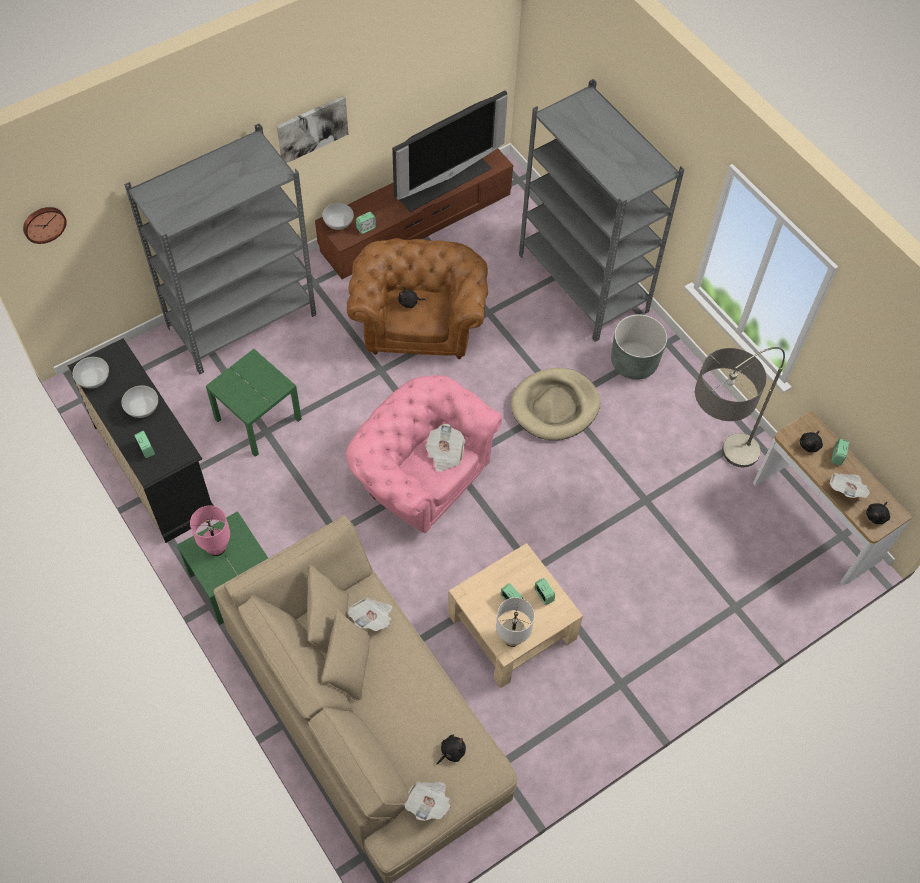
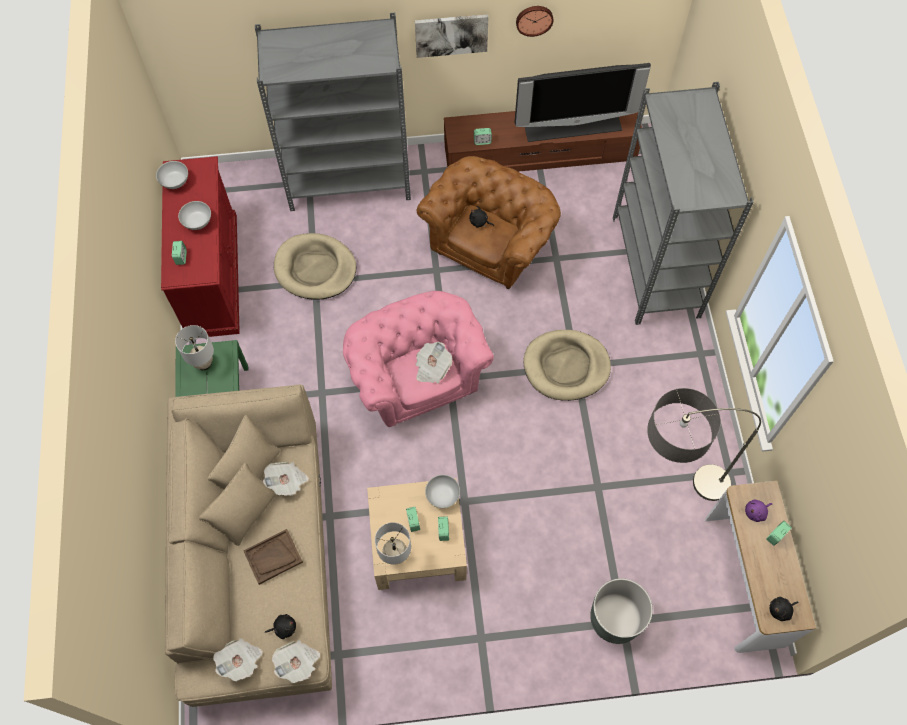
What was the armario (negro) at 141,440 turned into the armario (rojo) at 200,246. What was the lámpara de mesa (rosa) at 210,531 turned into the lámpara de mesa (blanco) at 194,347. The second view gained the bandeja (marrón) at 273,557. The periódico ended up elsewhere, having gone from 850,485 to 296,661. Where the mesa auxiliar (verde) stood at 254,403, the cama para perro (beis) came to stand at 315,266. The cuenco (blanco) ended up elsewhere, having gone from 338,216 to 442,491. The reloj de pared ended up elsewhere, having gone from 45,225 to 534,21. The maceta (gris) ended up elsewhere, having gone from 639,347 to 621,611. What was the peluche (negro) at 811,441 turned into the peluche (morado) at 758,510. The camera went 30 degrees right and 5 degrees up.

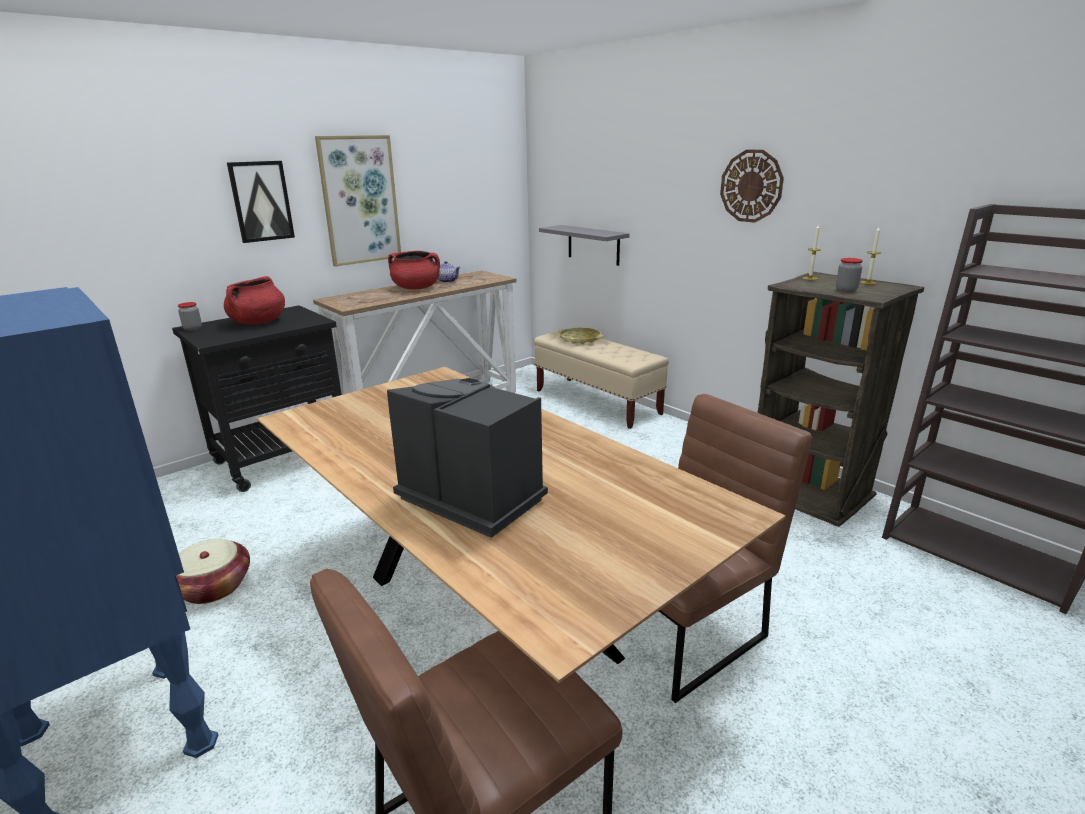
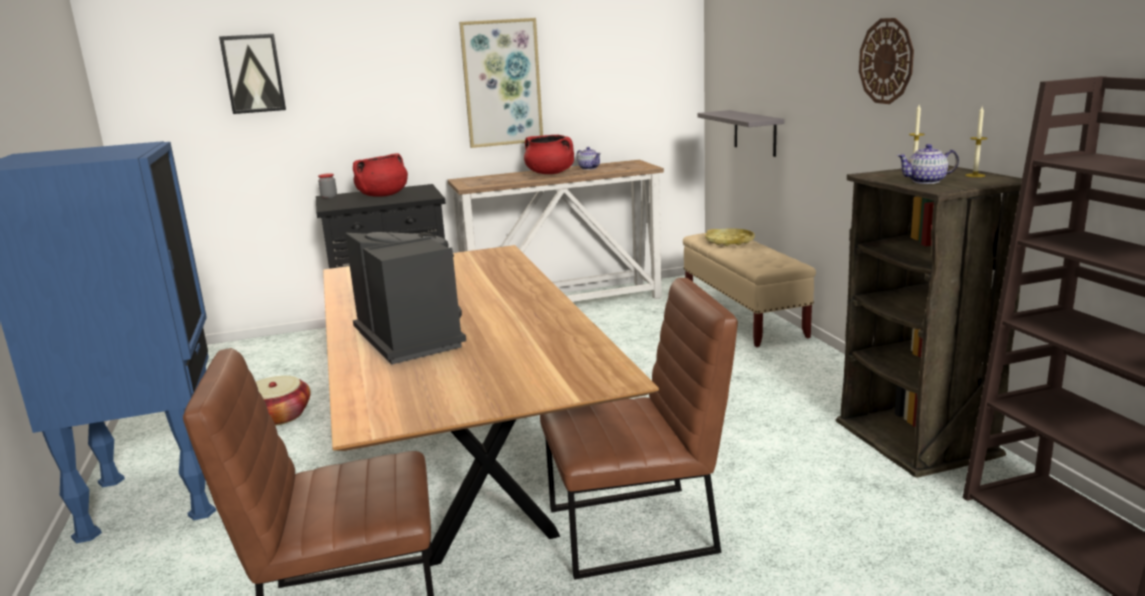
The cuadro ended up elsewhere, having gone from 261,202 to 252,74. Where the tarro stood at 849,275, the tetera came to stand at 928,164. The camera went 25 degrees right and 5 degrees down.

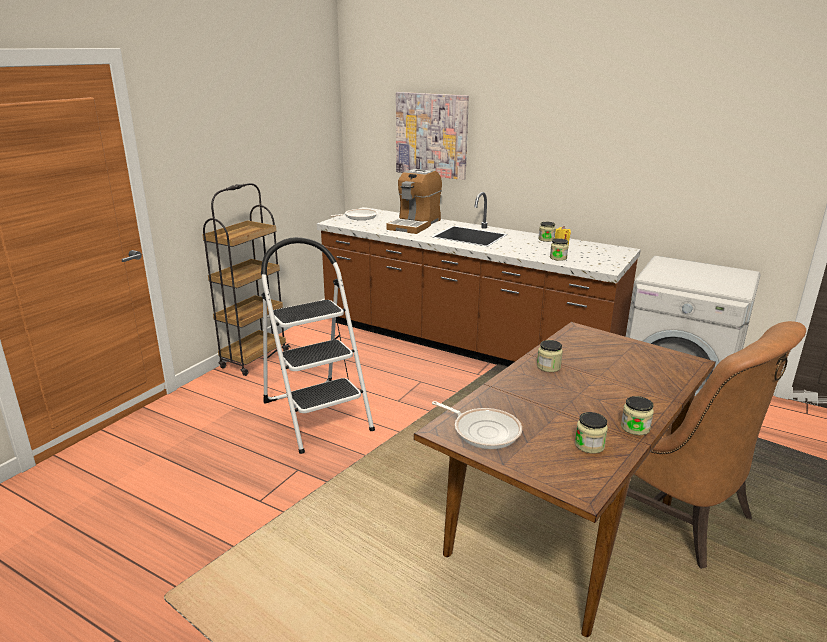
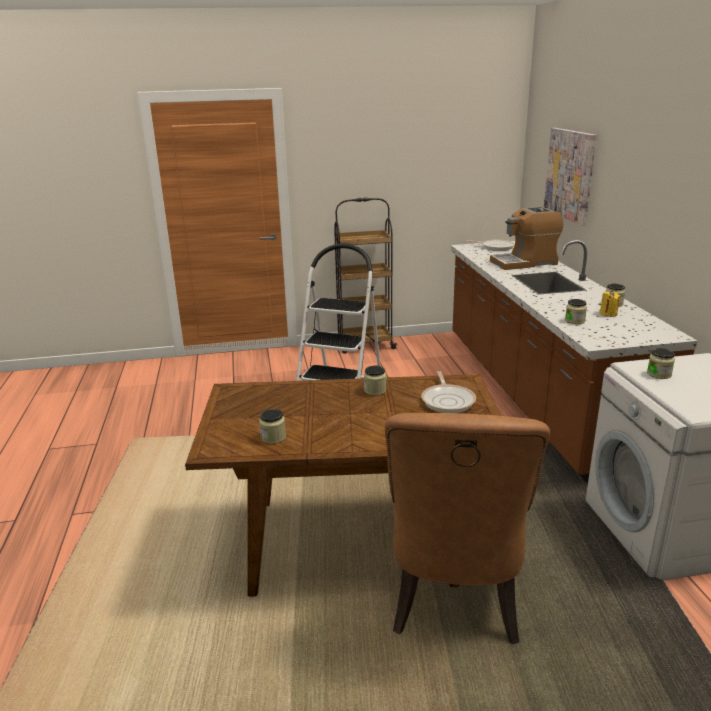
The sartén ended up elsewhere, having gone from 477,425 to 448,392. The tarro ended up elsewhere, having gone from 637,415 to 661,363. The camera went 50 degrees right and 0 degrees up.

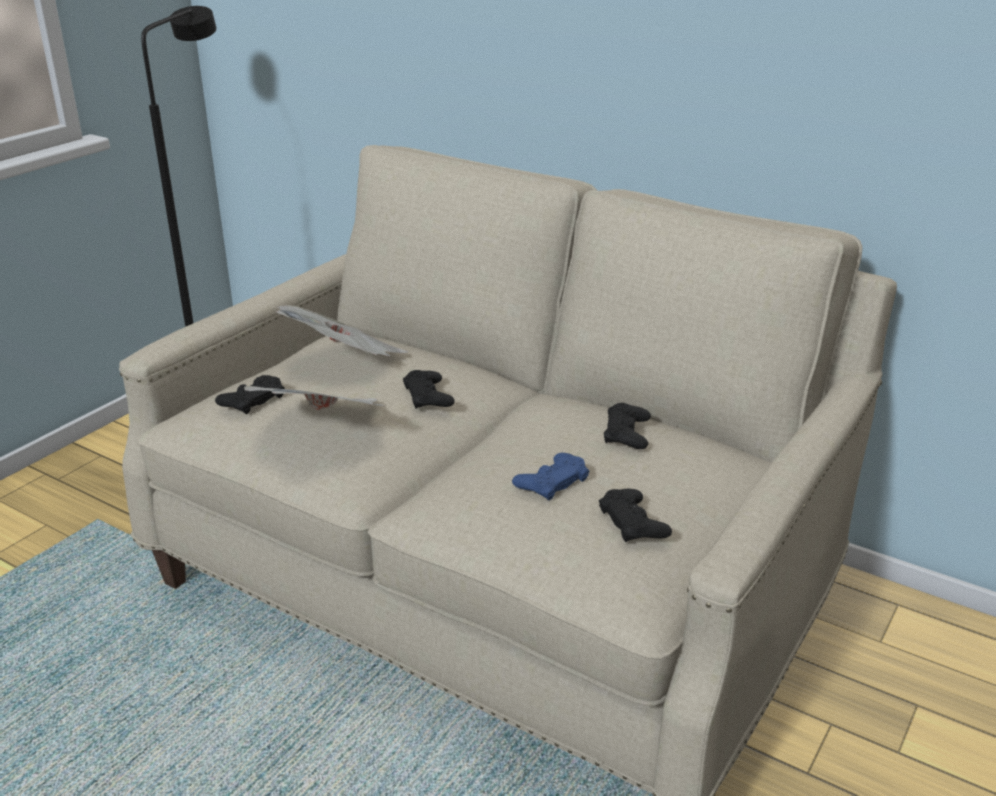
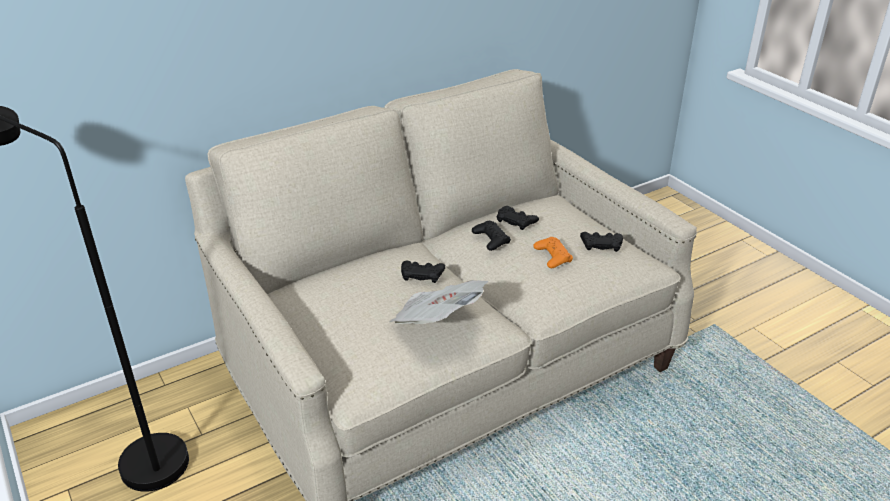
The mando de consola (negro) ended up elsewhere, having gone from 250,394 to 491,236. What was the mando de consola (azul) at 550,476 turned into the mando de consola (naranja) at 553,252. The second view lost the periódico at 342,330. The camera went 65 degrees left and 5 degrees up.

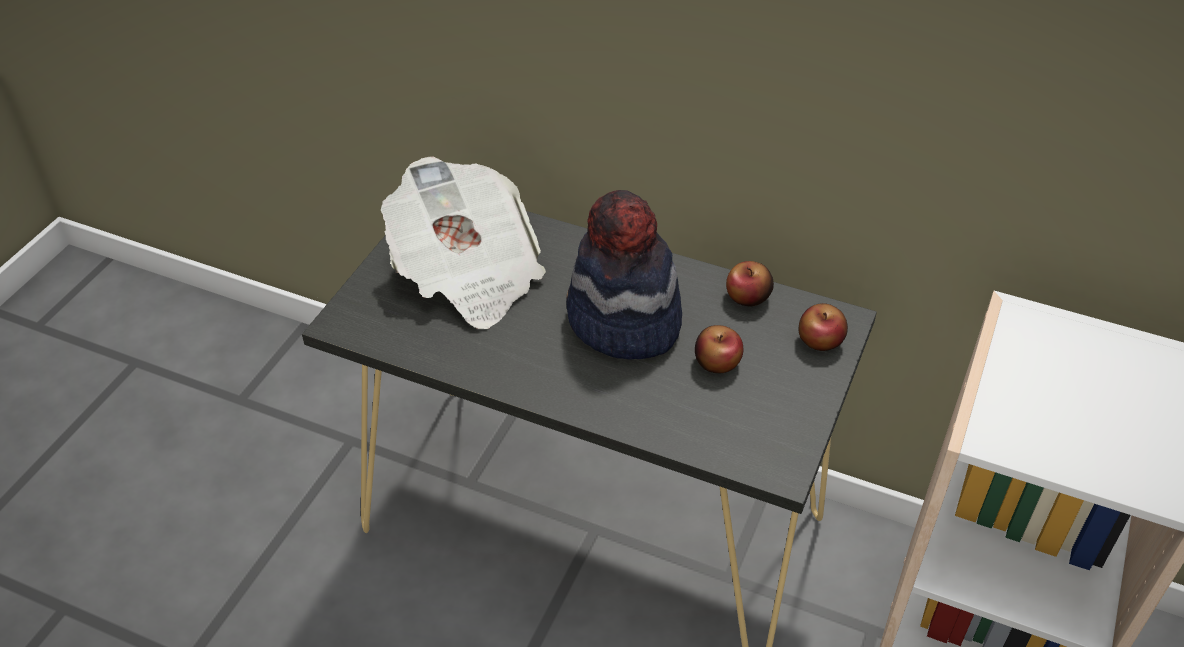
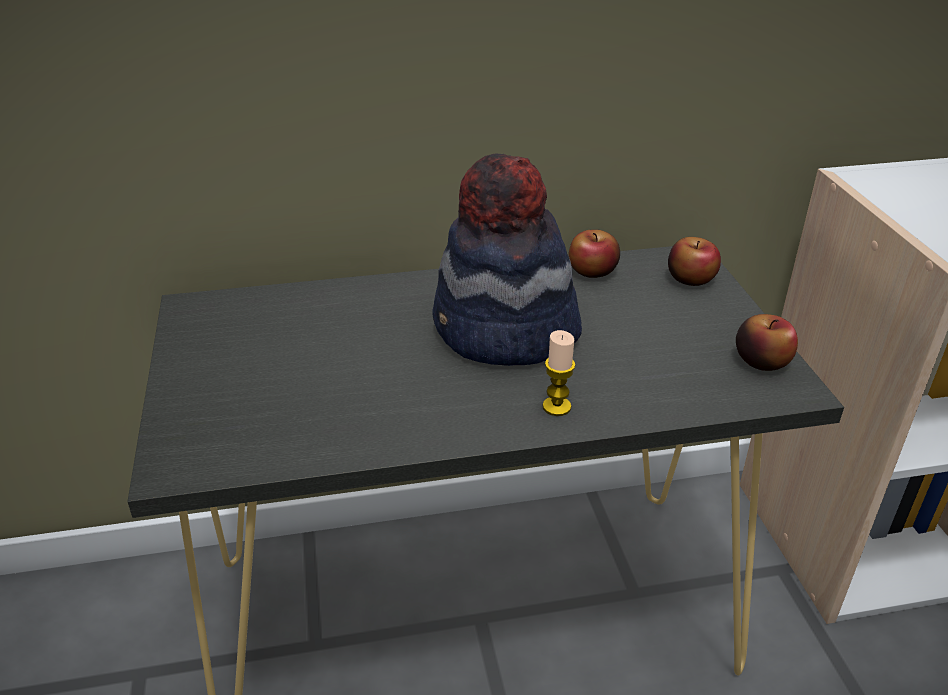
The second view gained the vela at 558,373. The manzana ended up elsewhere, having gone from 719,349 to 767,342. The second view lost the periódico at 463,242. The camera went 35 degrees left and 10 degrees down.

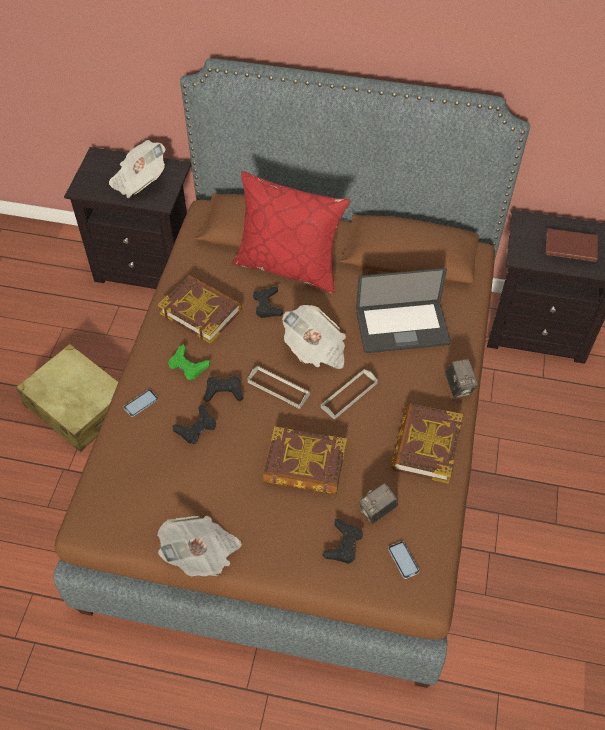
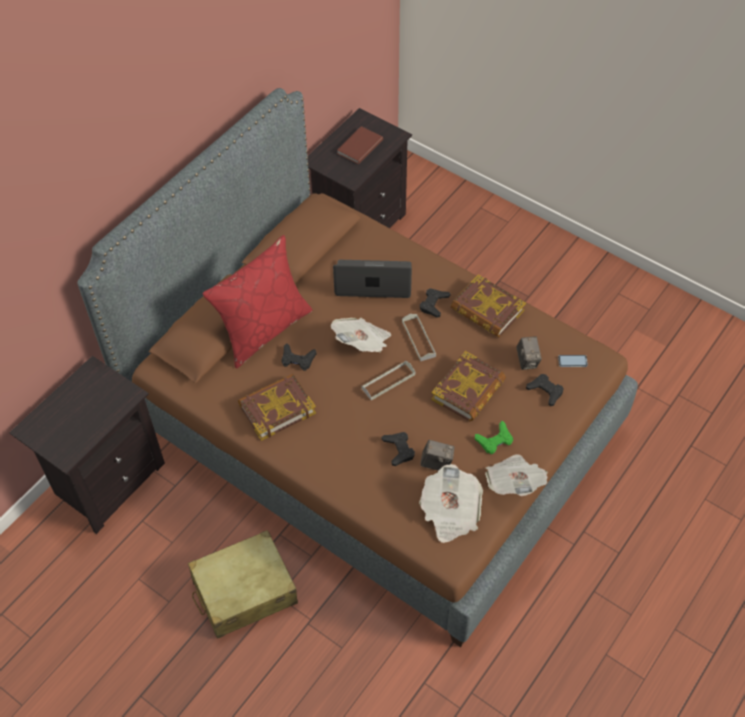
The portátil at 403,310 ended up facing another way, 105 degrees counterclockwise from before. The periódico ended up elsewhere, having gone from 137,169 to 451,503. The mando de consola (negro) ended up elsewhere, having gone from 223,389 to 435,303. The cámara ended up elsewhere, having gone from 461,378 to 437,455. The mando de consola (verde) ended up elsewhere, having gone from 189,362 to 494,437. The second view lost the móvil at 141,403. The camera went 65 degrees left and 0 degrees up.

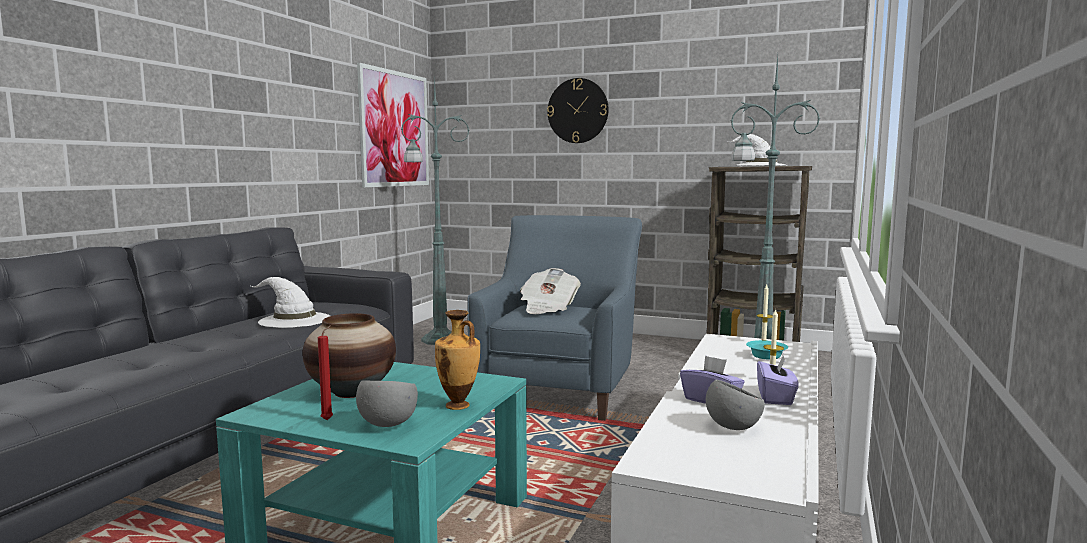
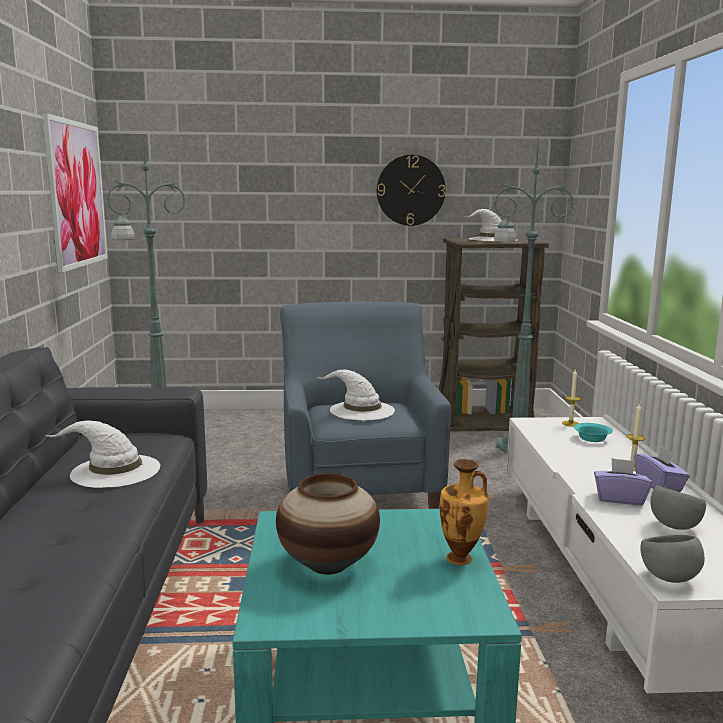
Where the periódico stood at 550,291, the sombrero (blanco) came to stand at 356,395. The reloj de pared ended up elsewhere, having gone from 578,110 to 411,190. The cuenco (gris) ended up elsewhere, having gone from 387,403 to 672,558. The second view lost the vela (rojo) at 325,372. The camera went 25 degrees left and 5 degrees up.

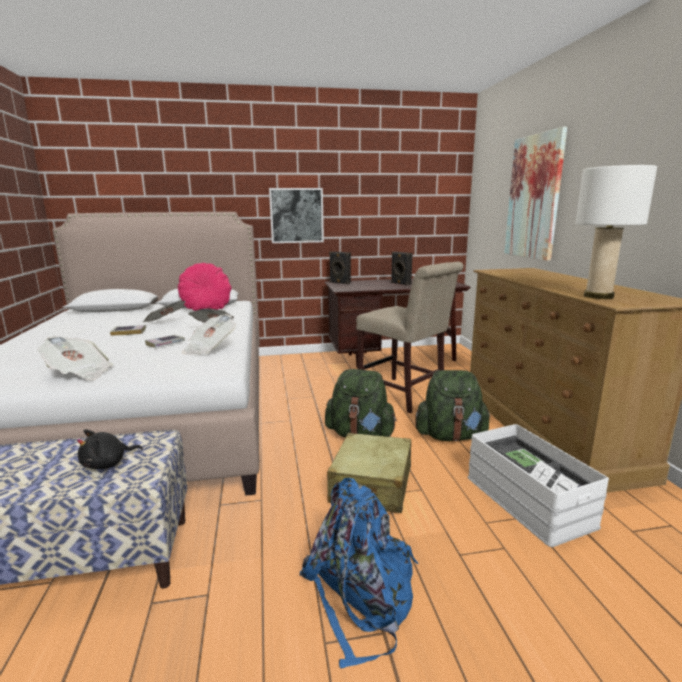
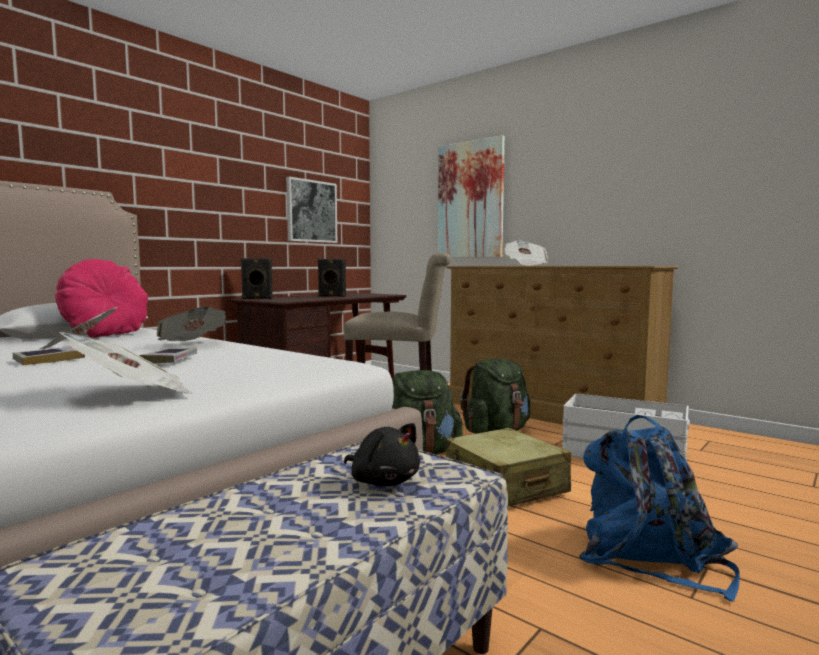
The cuadro ended up elsewhere, having gone from 296,215 to 311,209. The peluche (negro) at 109,449 ended up facing another way, 60 degrees counterclockwise from before. The periódico ended up elsewhere, having gone from 209,334 to 526,253. The second view lost the lámpara de mesa (blanco) at 616,232. The camera went 40 degrees left and 10 degrees down.

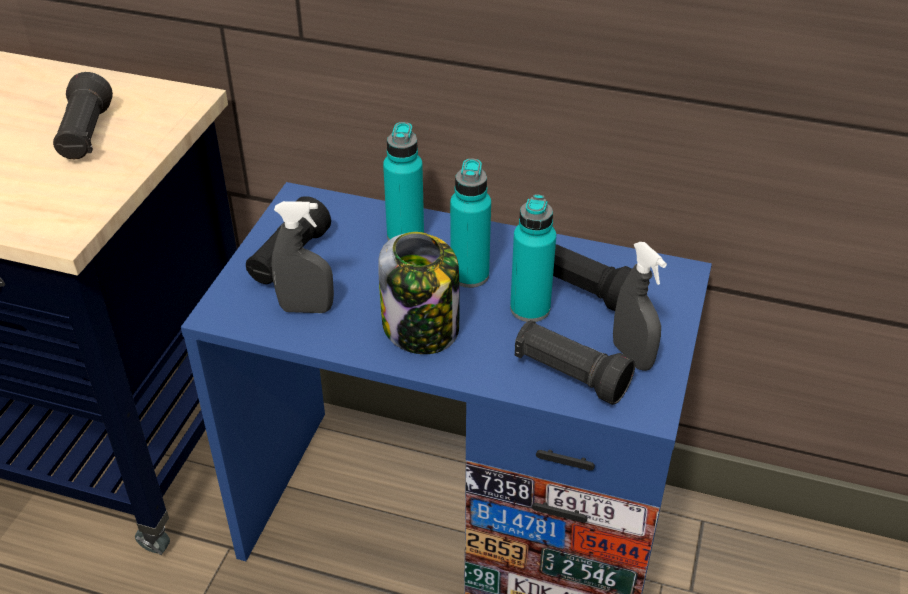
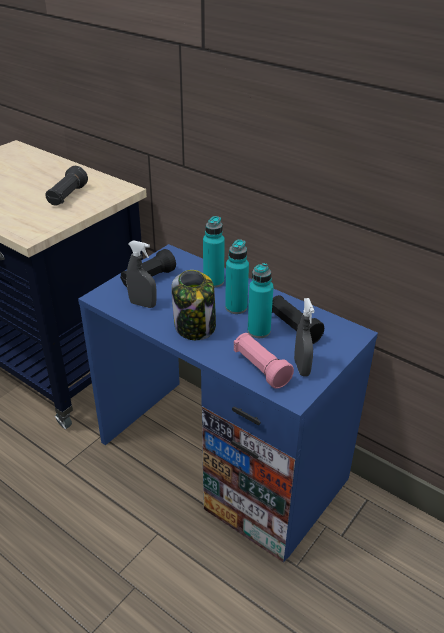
What was the linterna (negro) at 575,362 turned into the linterna (rosa) at 264,361. The camera went 20 degrees right and 5 degrees down.

